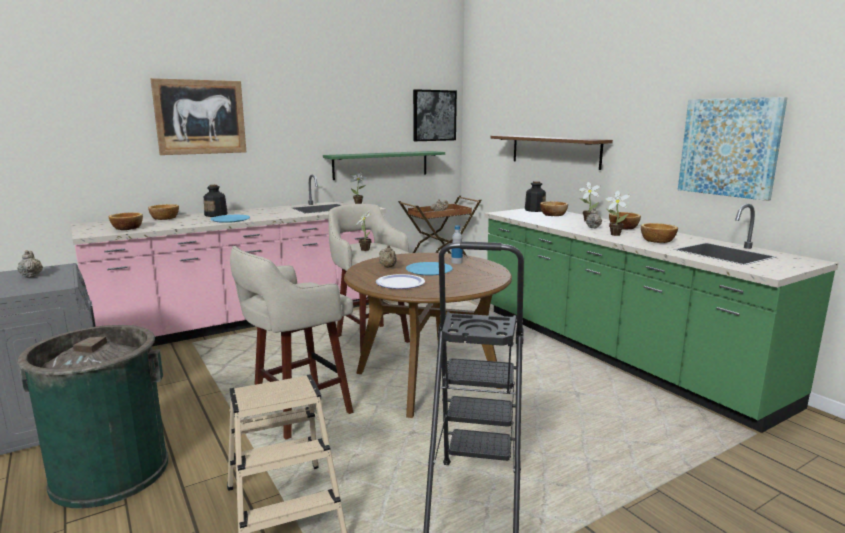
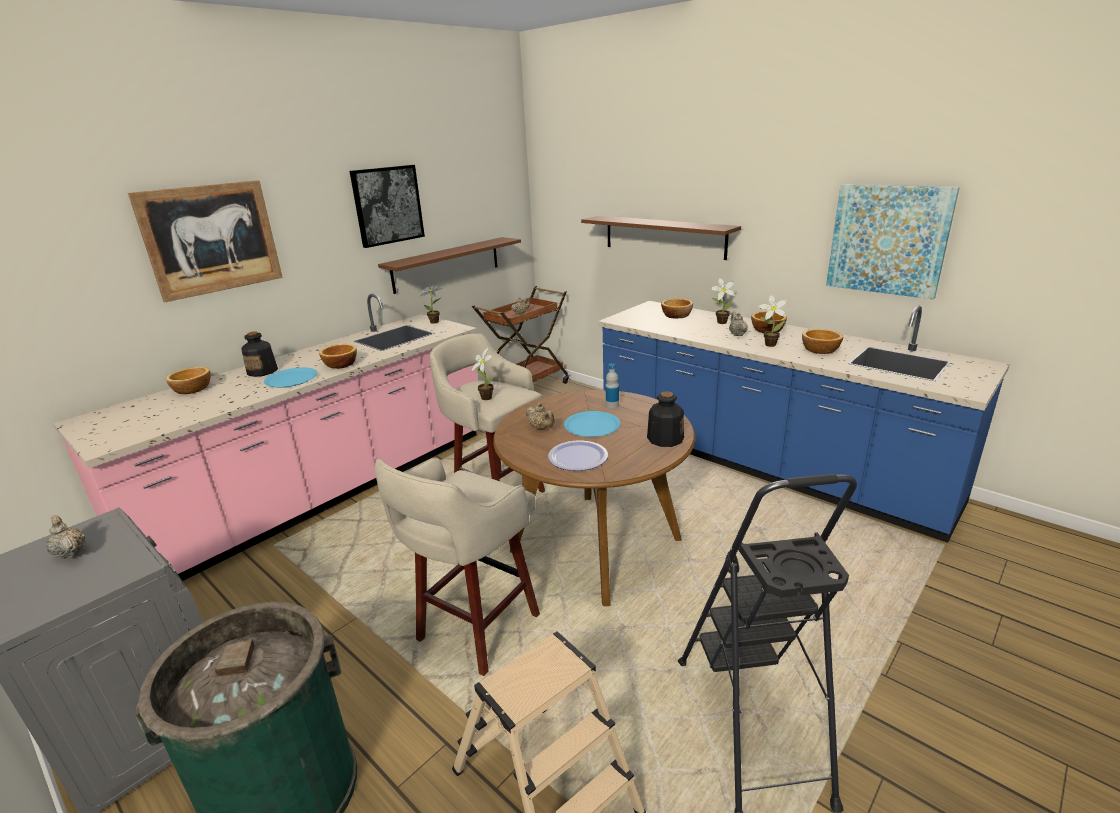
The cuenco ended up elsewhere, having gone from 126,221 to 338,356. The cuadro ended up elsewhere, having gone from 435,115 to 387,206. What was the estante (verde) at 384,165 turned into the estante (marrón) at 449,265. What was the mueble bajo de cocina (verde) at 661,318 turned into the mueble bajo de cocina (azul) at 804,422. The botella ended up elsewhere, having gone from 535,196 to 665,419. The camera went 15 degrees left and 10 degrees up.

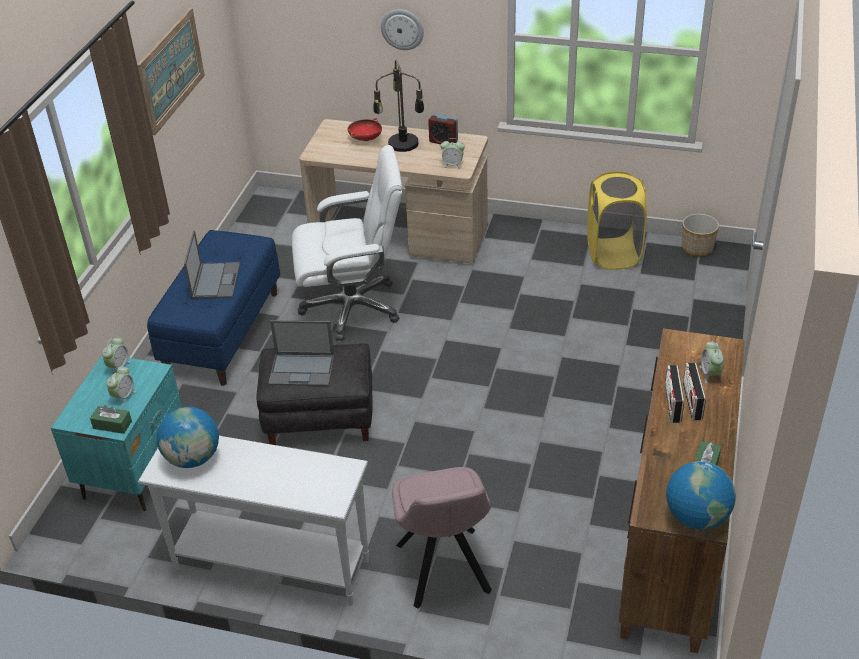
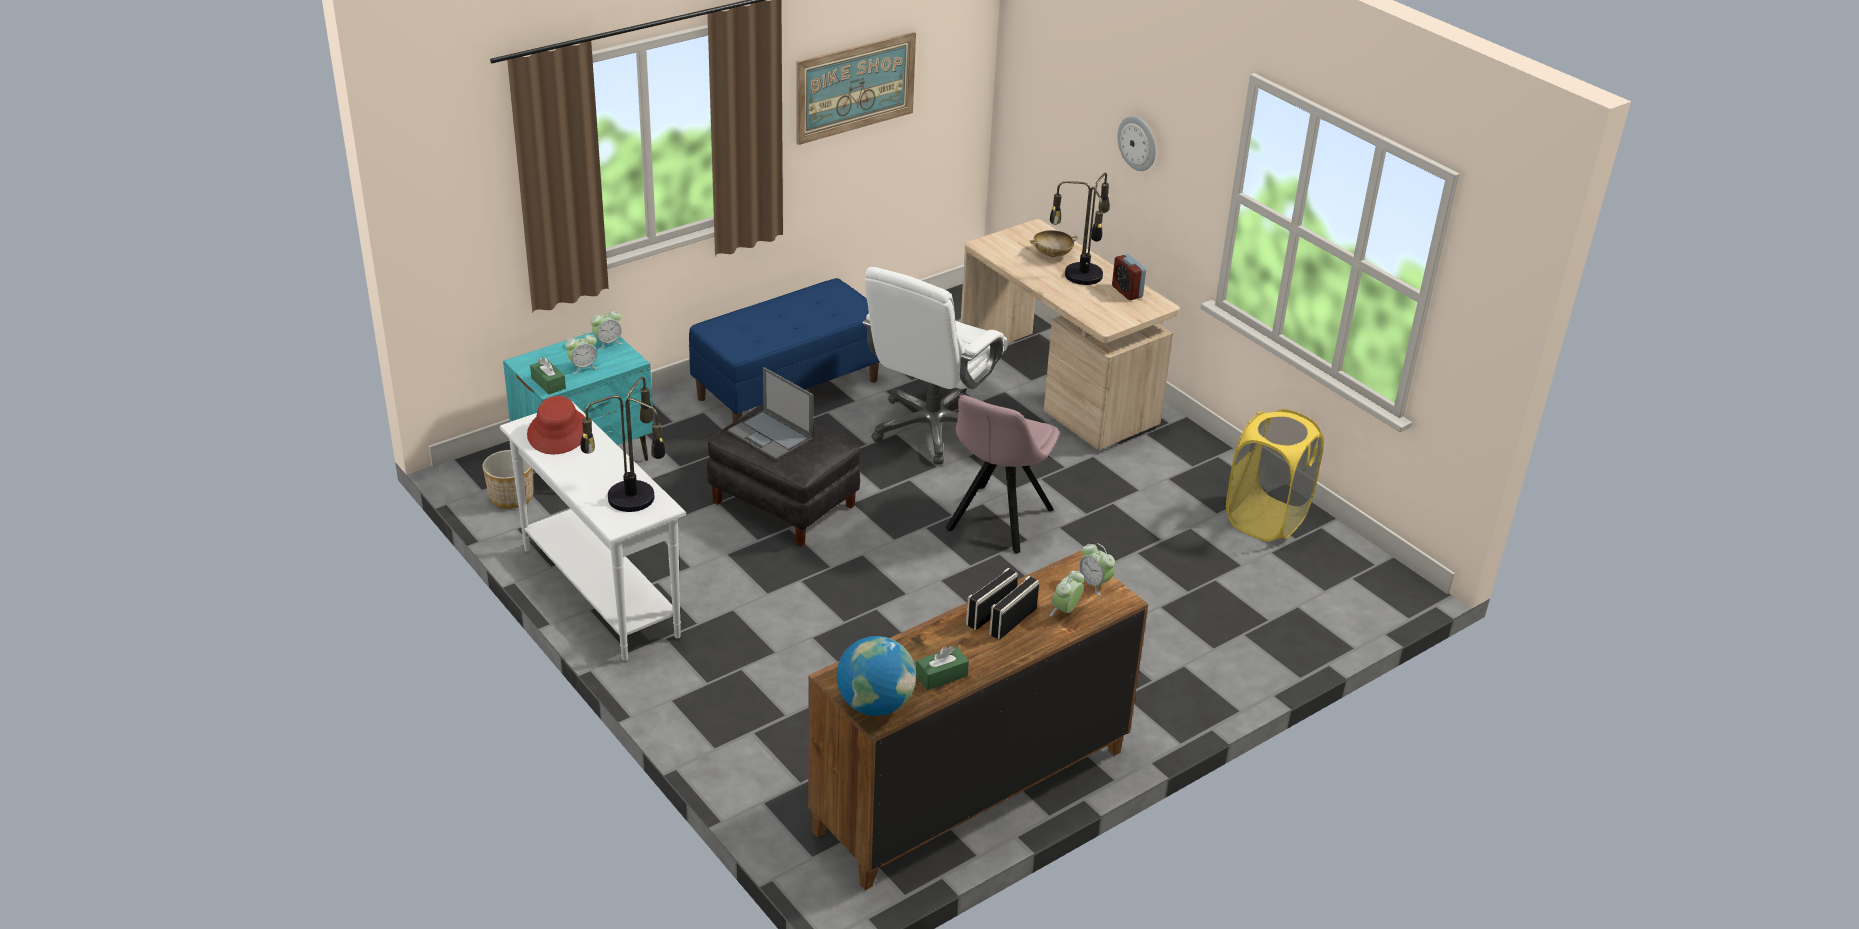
The maceta ended up elsewhere, having gone from 700,235 to 508,479. Where the globo terráqueo stood at 188,437, the sombrero (rojo) came to stand at 556,425. The second view gained the lámpara de mesa at 622,444. The silla de oficina (blanco) at 347,243 ended up facing another way, 90 degrees clockwise from before. The silla (rosa) ended up elsewhere, having gone from 442,538 to 1002,474. What was the cuenco (rojo) at 365,129 turned into the cuenco (beis) at 1054,243. The despertador ended up elsewhere, having gone from 452,153 to 1097,569. The second view lost the portátil at 212,264. The camera went 35 degrees right and 5 degrees down.

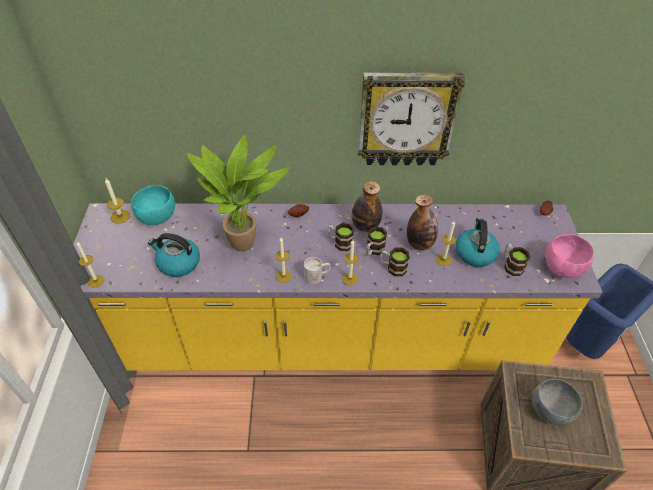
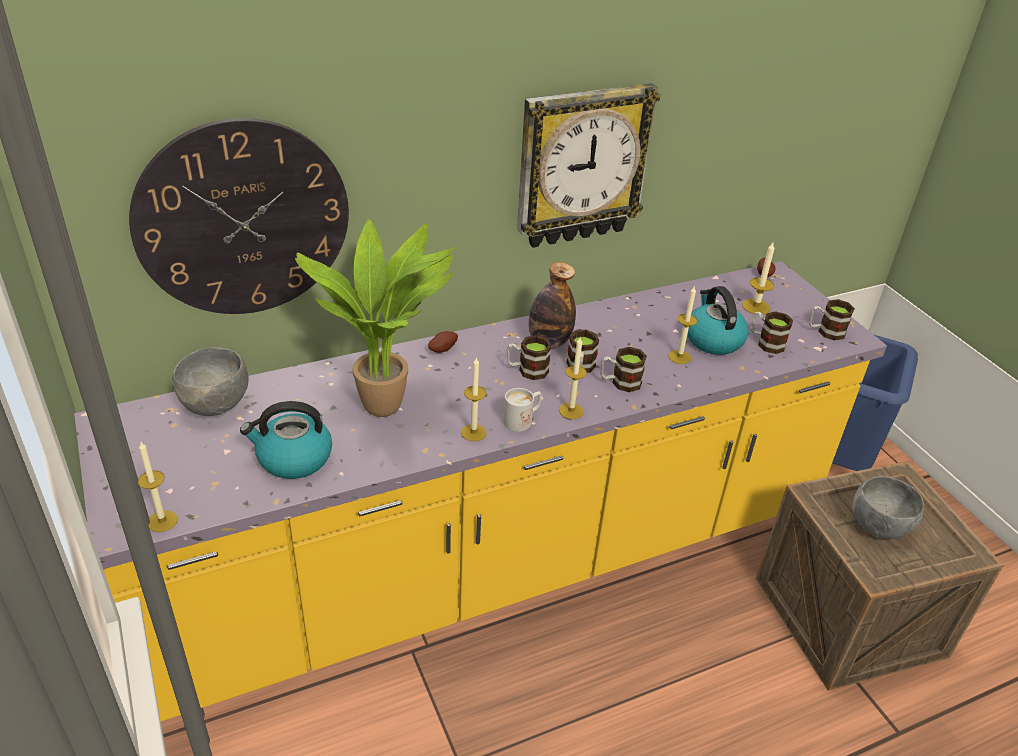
The second view gained the reloj de pared at 239,216. What was the cuenco (turquesa) at 153,205 turned into the cuenco (gris) at 210,381. The vela ended up elsewhere, having gone from 117,201 to 758,278. Where the cuenco (rosa) stood at 570,256, the taza grande came to stand at 832,320. The second view lost the botella at 422,222. The camera went 25 degrees left and 10 degrees down.

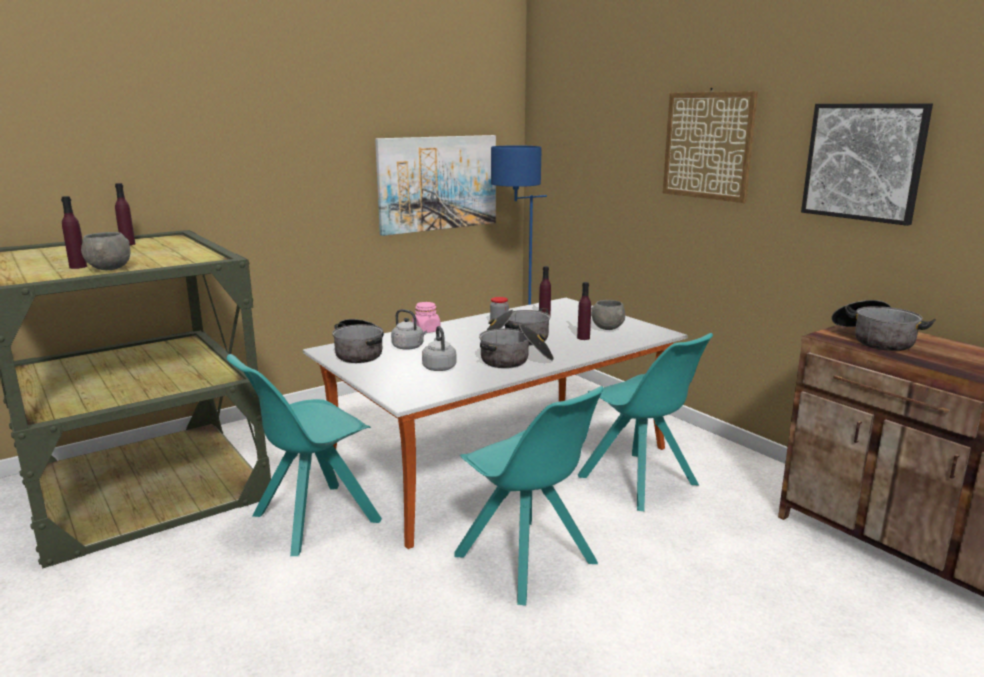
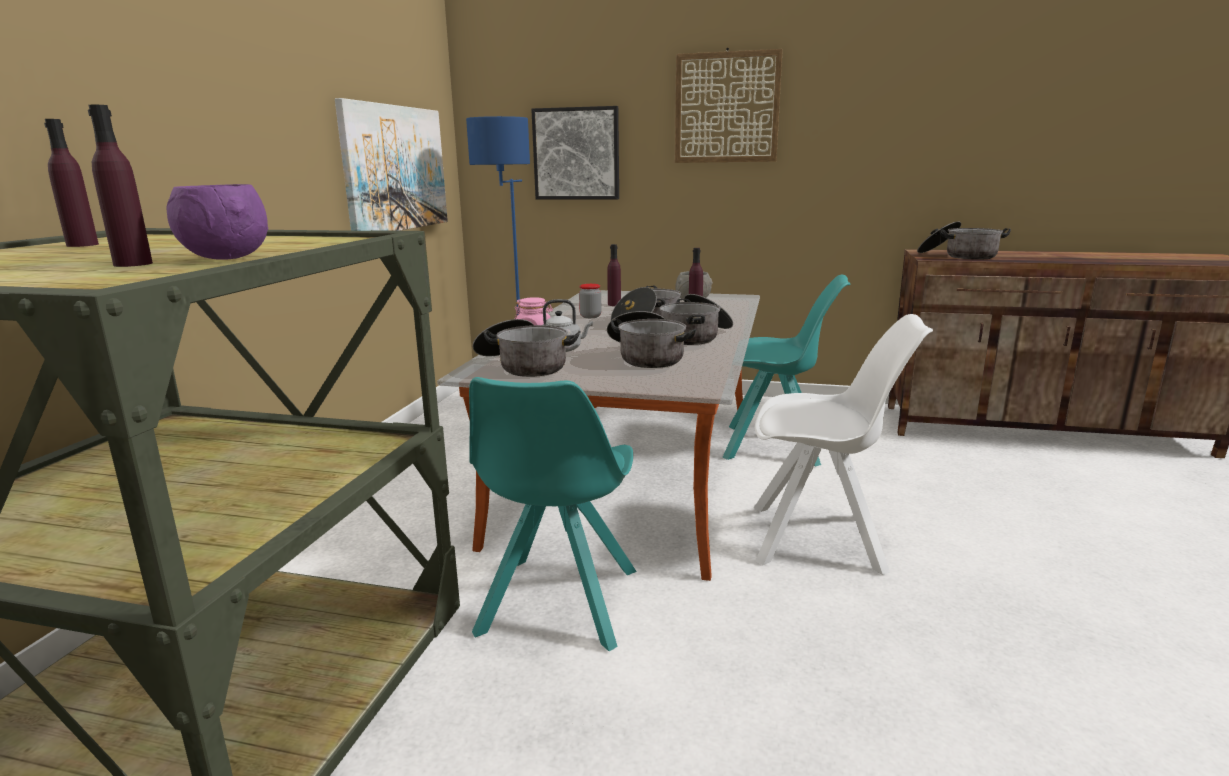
What was the cuenco (gris) at 105,251 turned into the cuenco (morado) at 217,222. The cuadro ended up elsewhere, having gone from 867,164 to 575,152. Where the hervidor (gris) stood at 439,348, the olla came to stand at 651,339. What was the silla (turquesa) at 529,496 turned into the silla (blanco) at 843,444. The camera went 40 degrees left and 0 degrees up.

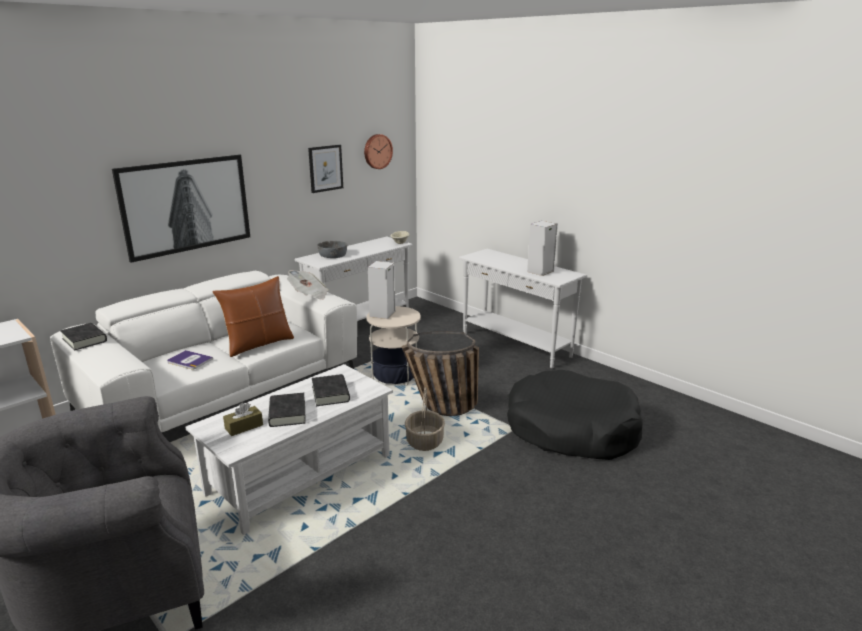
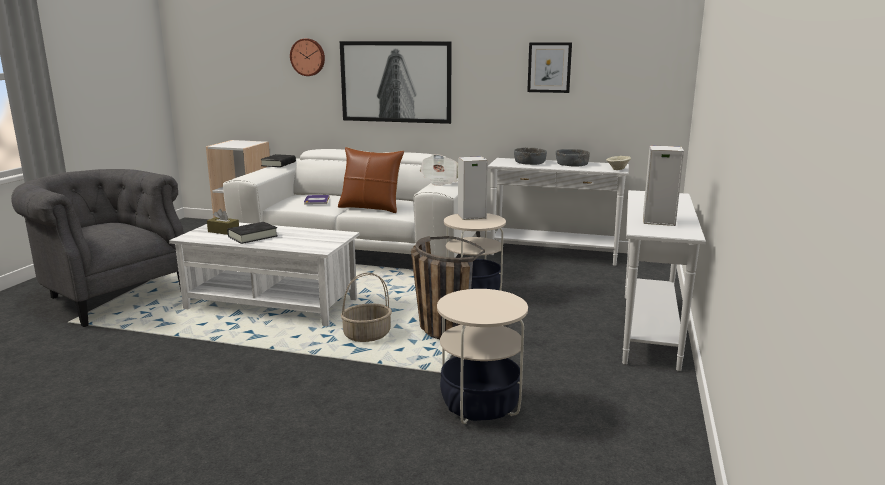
The reloj de pared ended up elsewhere, having gone from 378,151 to 307,57. Where the cama para perro (negro) stood at 575,415, the mesa auxiliar (beis) came to stand at 482,356. The second view gained the cuenco (gris) at 573,158. The second view lost the libro (negro) at 331,390. The camera went 60 degrees right and 5 degrees down.

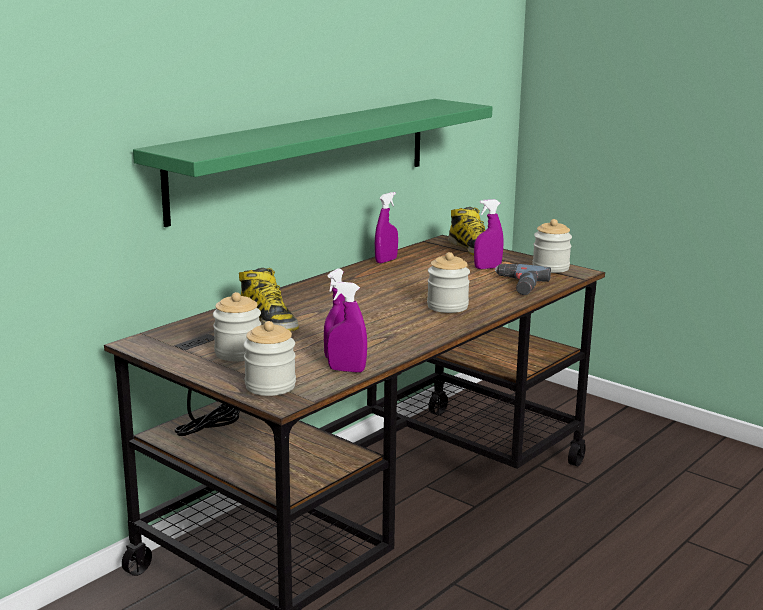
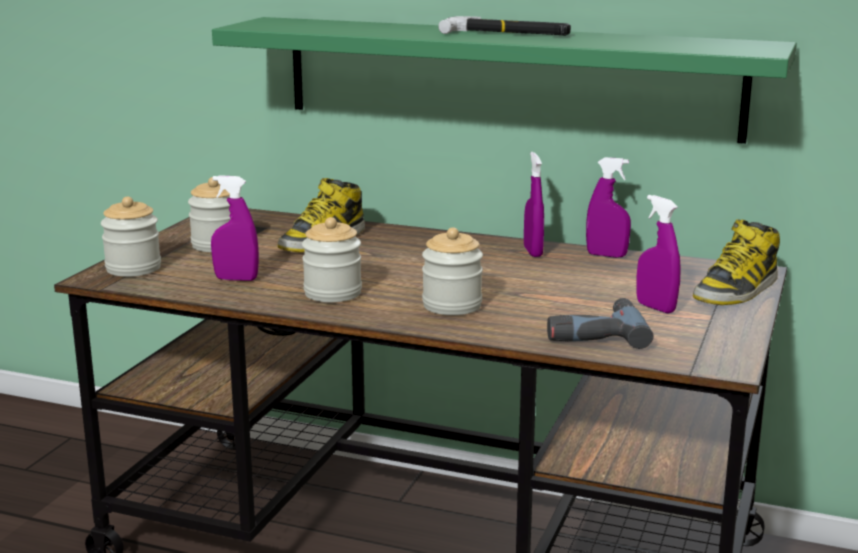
The tarro ended up elsewhere, having gone from 552,246 to 332,259. The second view gained the martillo at 504,26. The pulverizador (morado) ended up elsewhere, having gone from 346,327 to 534,204. The camera went 70 degrees right and 0 degrees up.

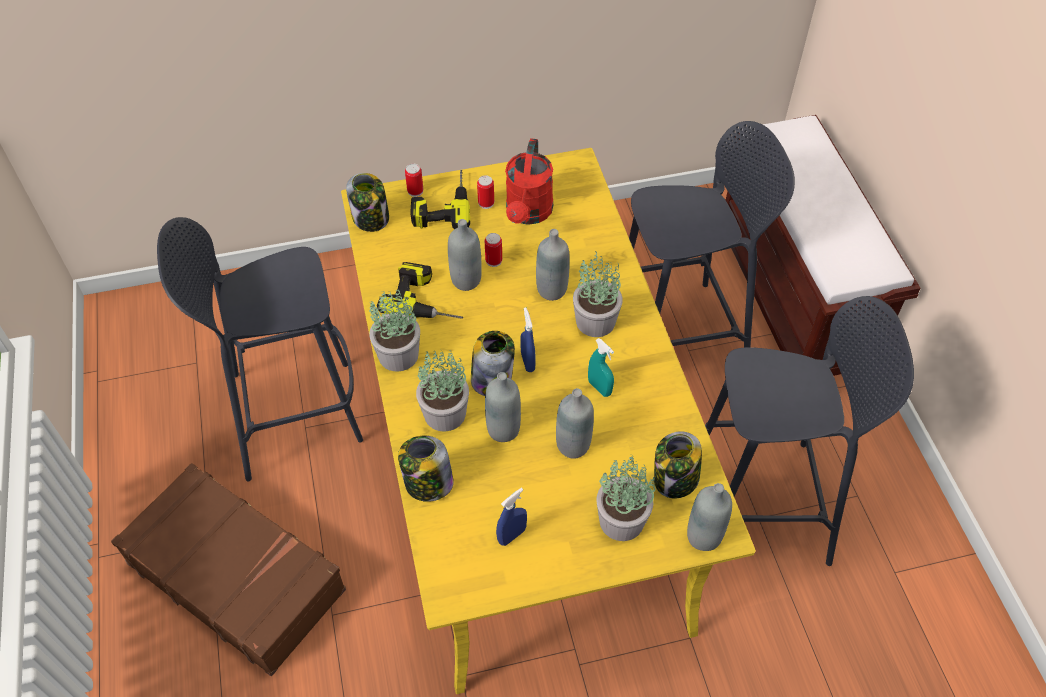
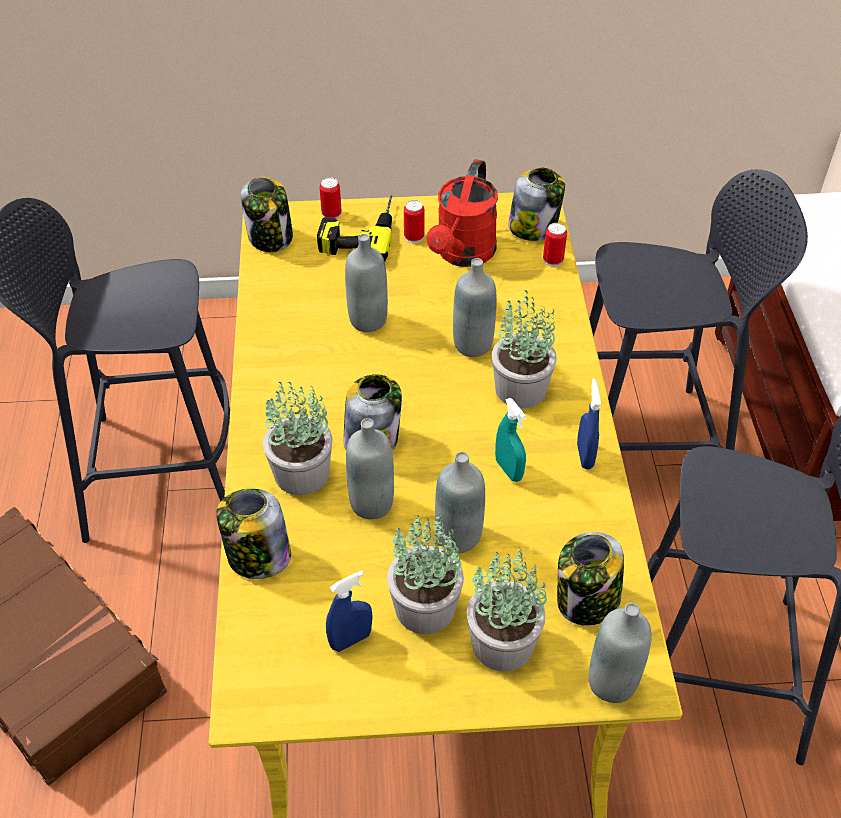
The planta en maceta ended up elsewhere, having gone from 394,329 to 425,573. The second view gained the tarro at 536,204. The lata ended up elsewhere, having gone from 493,250 to 555,245. The pulverizador (azul) ended up elsewhere, having gone from 528,339 to 589,423. The second view lost the taladro at 420,290. The camera went 10 degrees right and 5 degrees down.

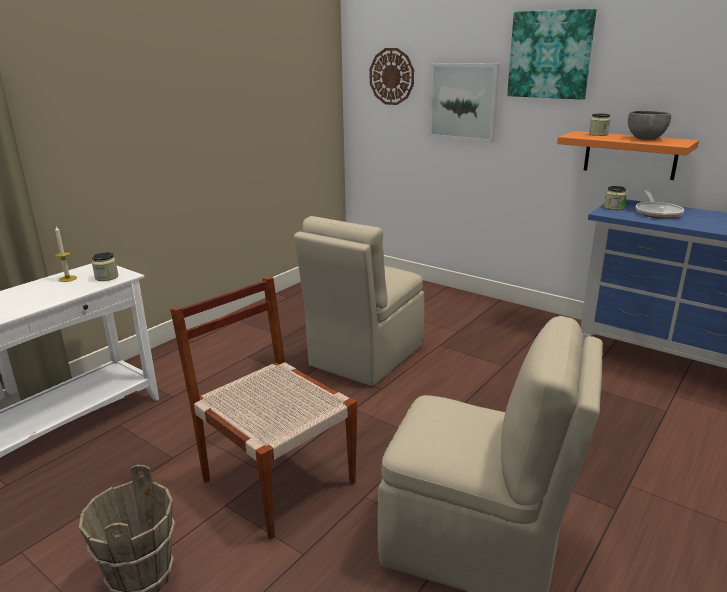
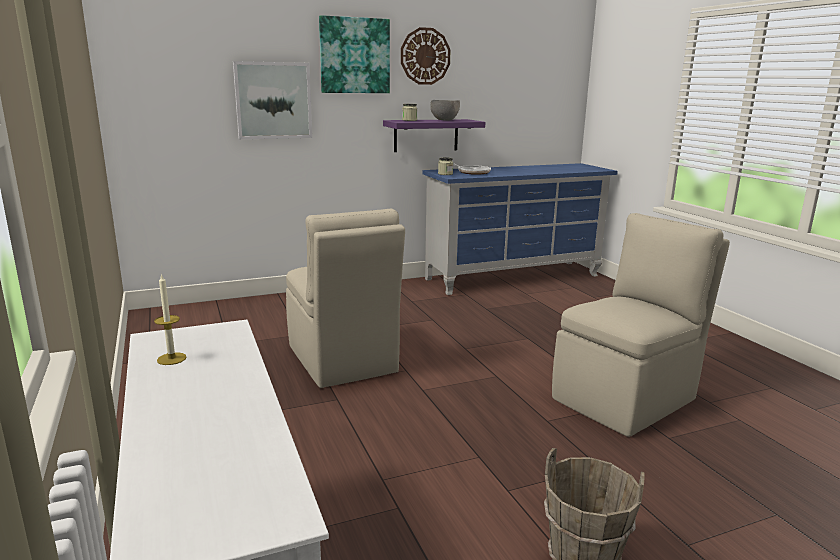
What was the estante (naranja) at 628,155 turned into the estante (morado) at 434,135. The reloj de pared ended up elsewhere, having gone from 392,76 to 426,56. The second view lost the tarro at 105,266. The second view lost the silla at 263,408. The camera went 60 degrees left and 5 degrees down.

